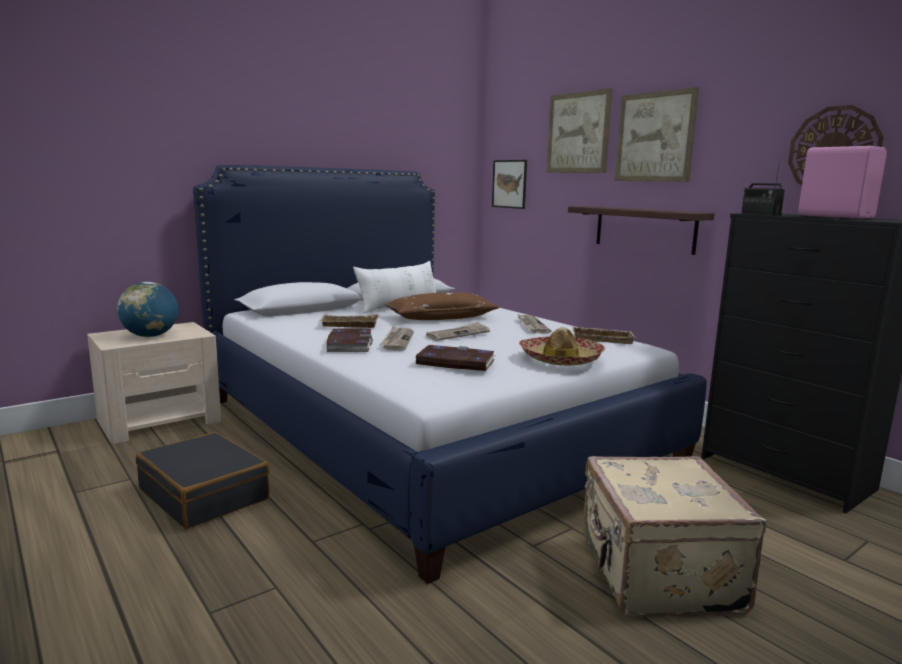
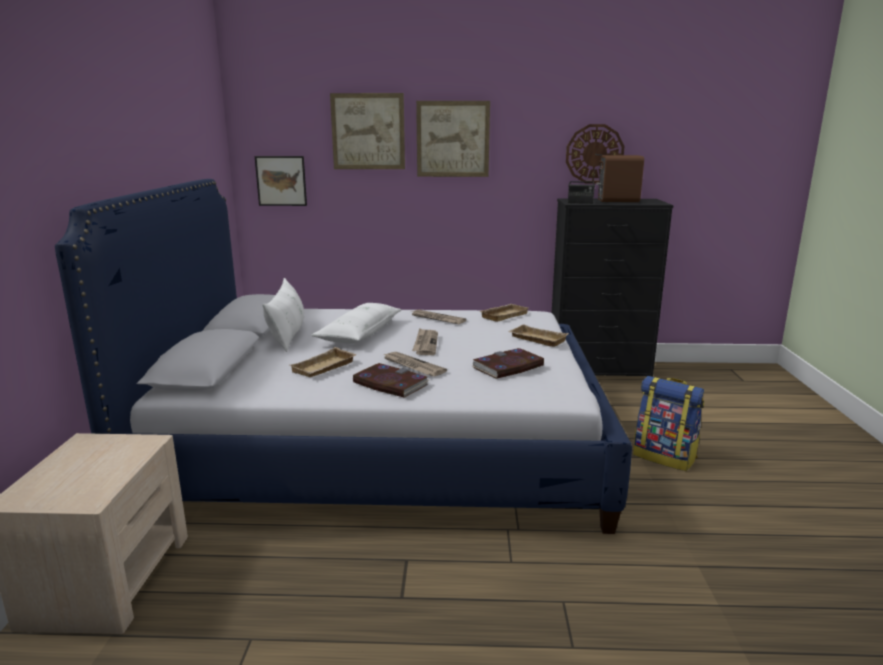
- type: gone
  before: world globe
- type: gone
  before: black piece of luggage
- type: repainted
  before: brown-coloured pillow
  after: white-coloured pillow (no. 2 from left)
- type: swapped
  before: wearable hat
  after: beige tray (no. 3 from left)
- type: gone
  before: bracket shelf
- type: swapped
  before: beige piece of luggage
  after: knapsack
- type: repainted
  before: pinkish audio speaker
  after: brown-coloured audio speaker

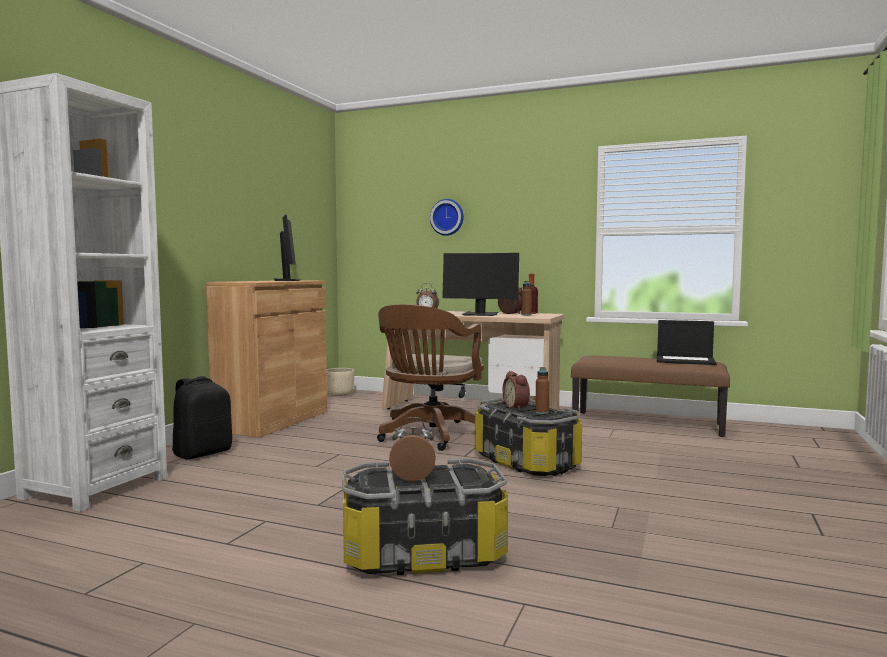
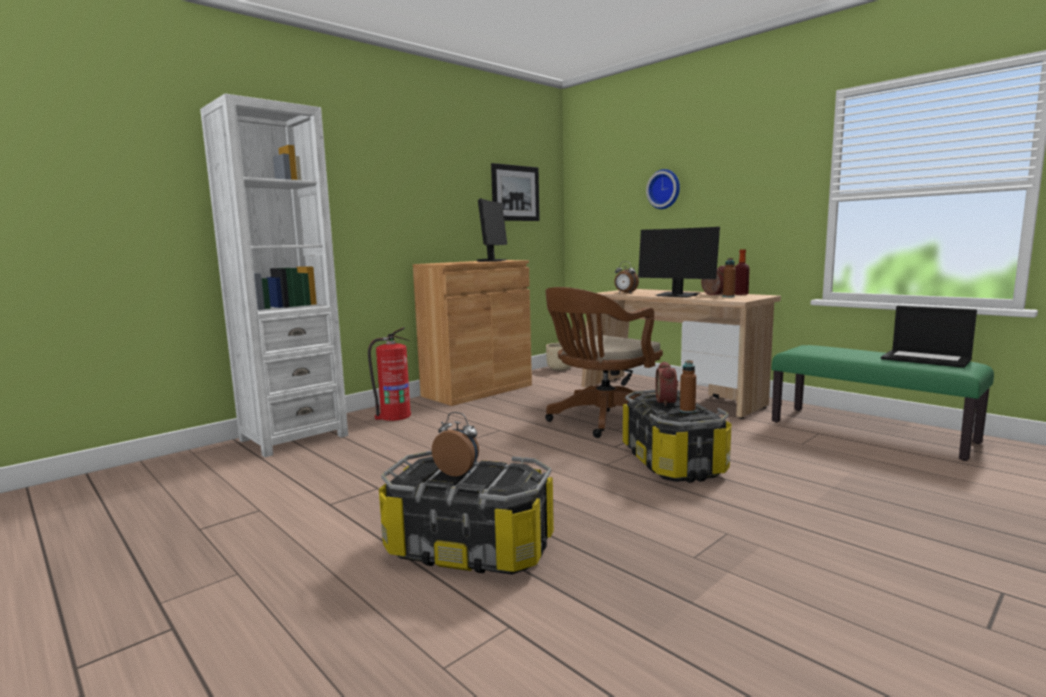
- type: swapped
  before: black knapsack
  after: fire-fighting cylinder
- type: repainted
  before: brown-coloured bench
  after: green-coloured bench
- type: new
  after: wall art

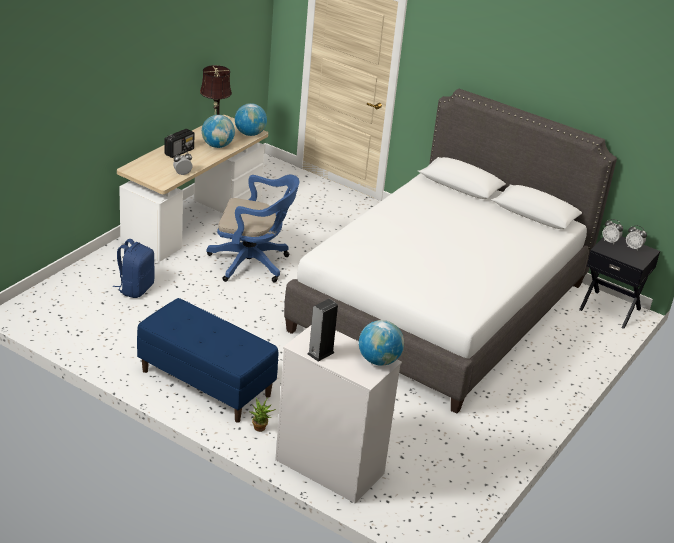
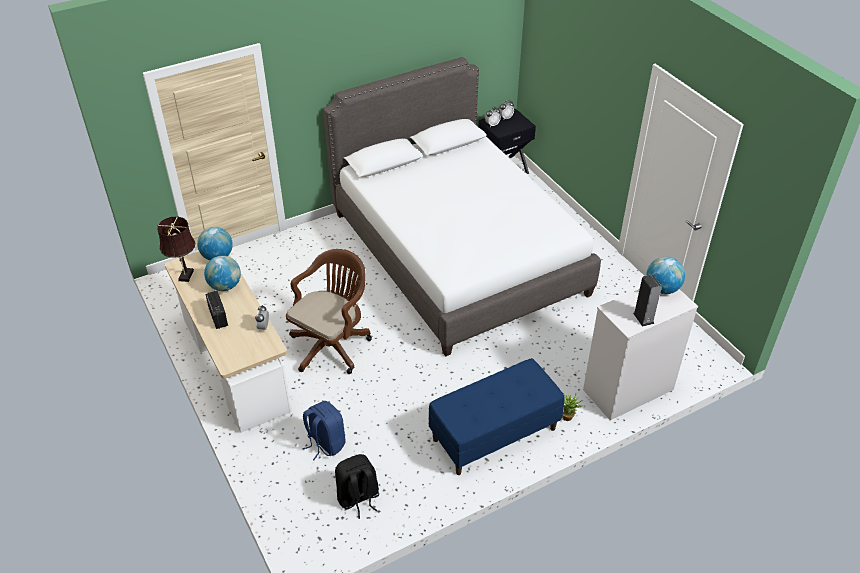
- type: repainted
  before: blue desk chair
  after: brown-coloured desk chair
- type: new
  after: black knapsack

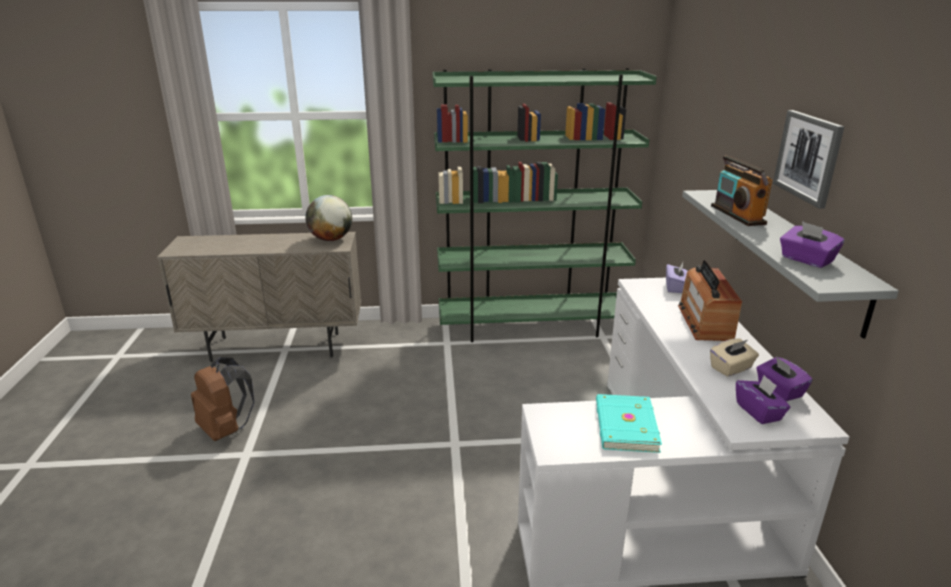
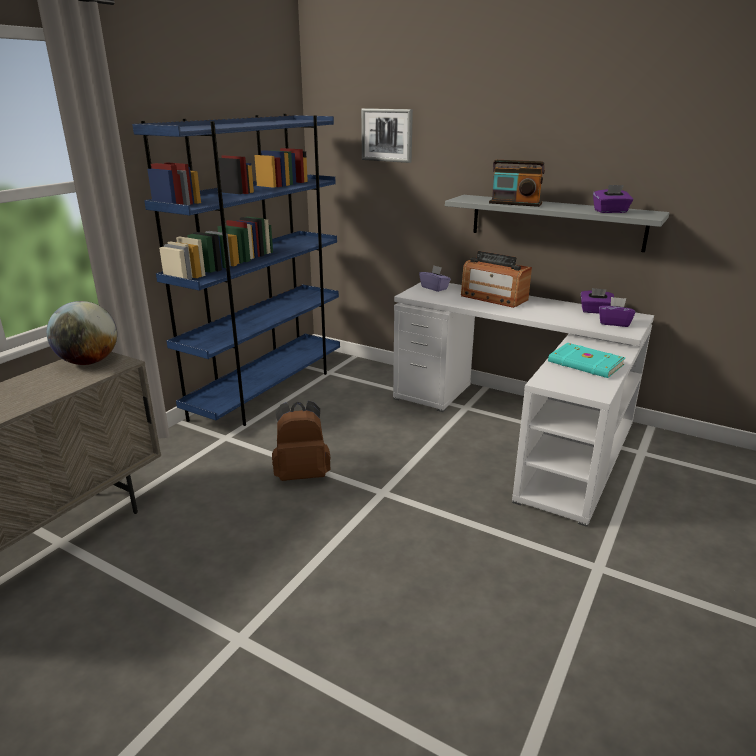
- type: shifted
  before: brown-coloured knapsack
- type: repainted
  before: green-coloured bookcase
  after: blue bookcase
- type: gone
  before: beige box of tissues
- type: shifted
  before: wall art

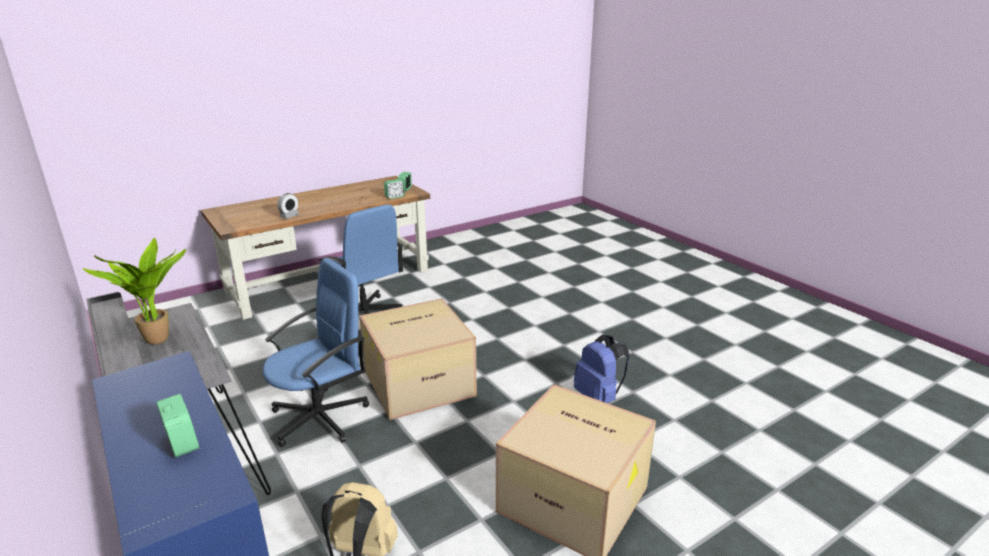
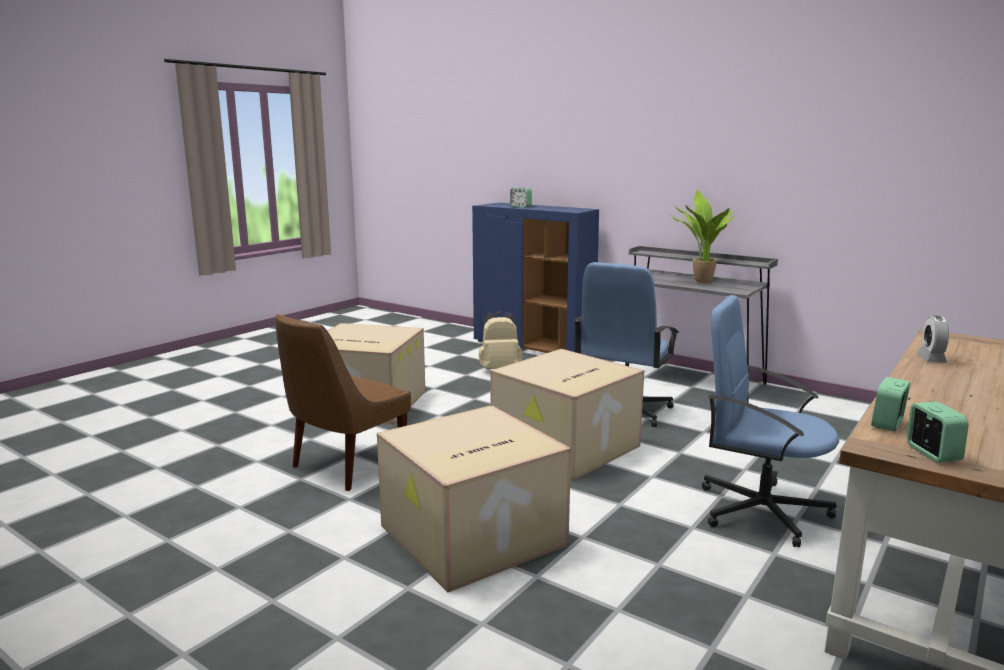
- type: swapped
  before: blue knapsack
  after: brown-coloured plain chair
- type: new
  after: packing box (no. 2 from left)

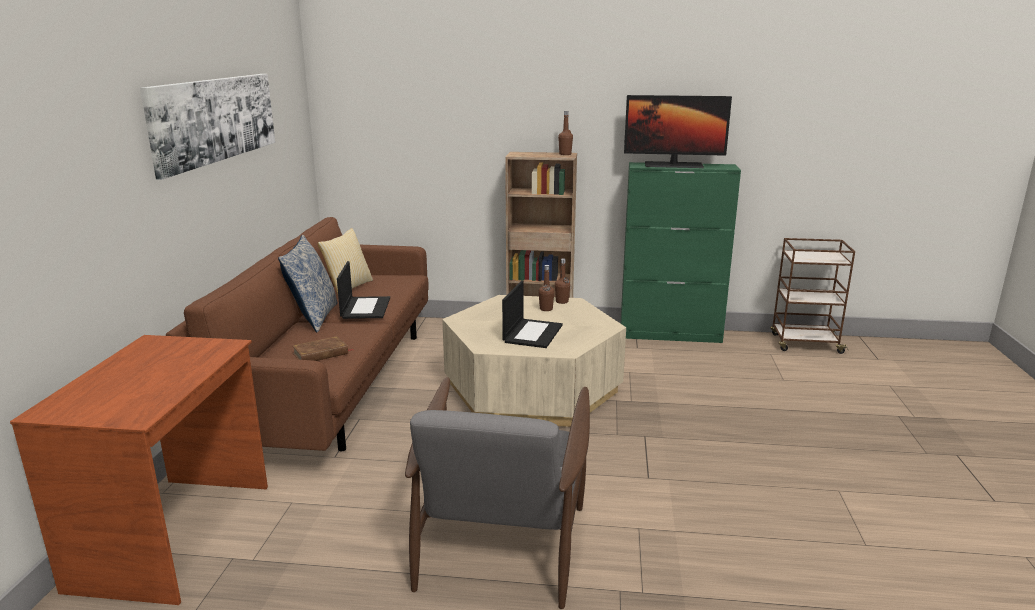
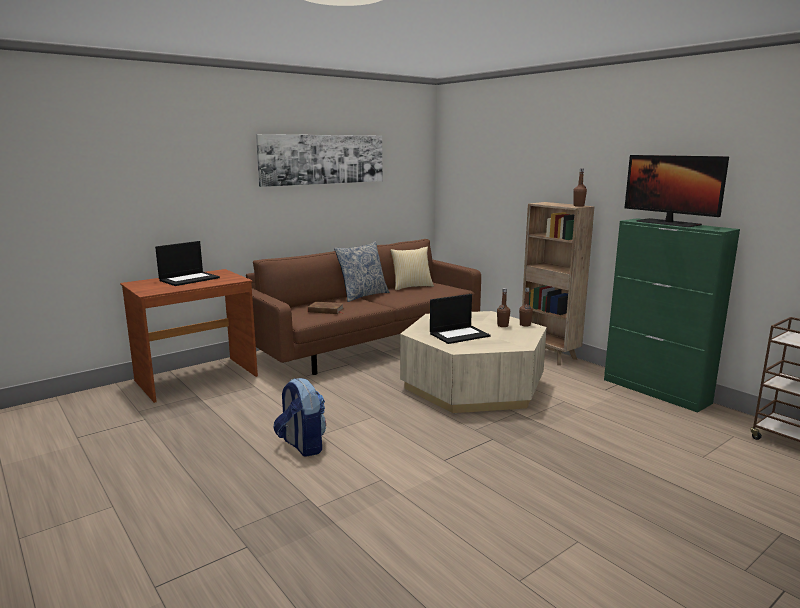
- type: shifted
  before: laptop (no. 1 from left)
- type: swapped
  before: greyish armchair
  after: knapsack

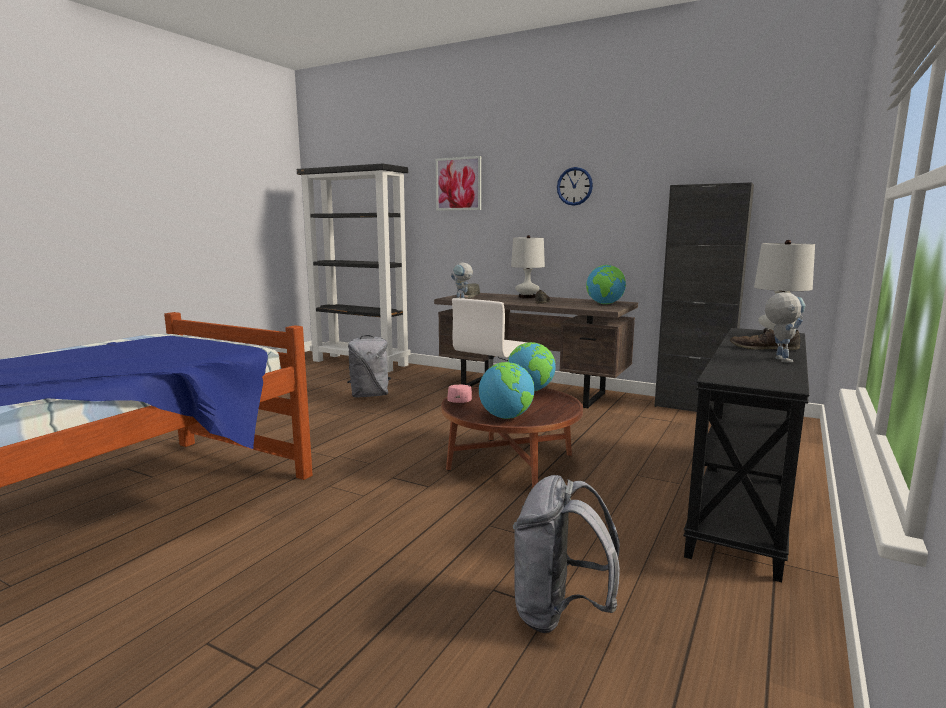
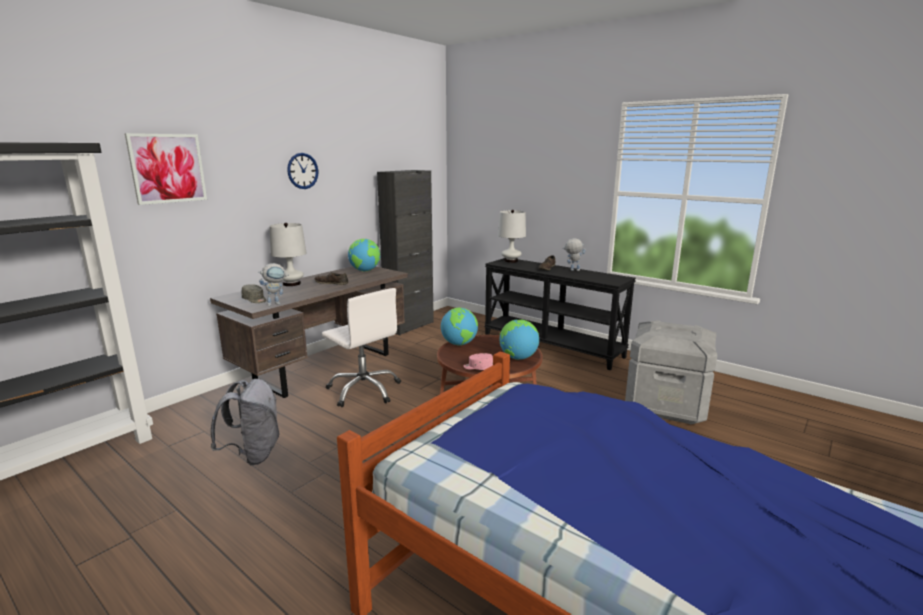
- type: swapped
  before: greyish knapsack (no. 2 from left)
  after: greyish storage container

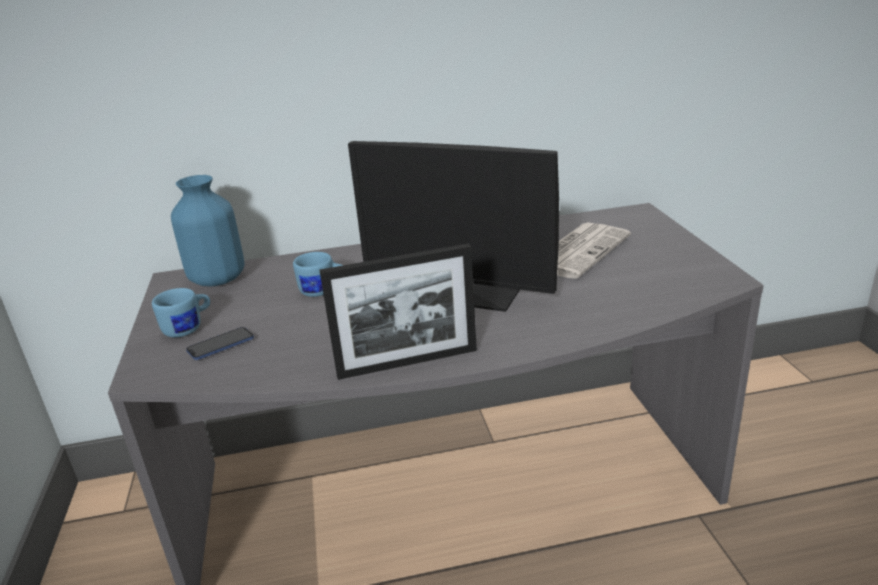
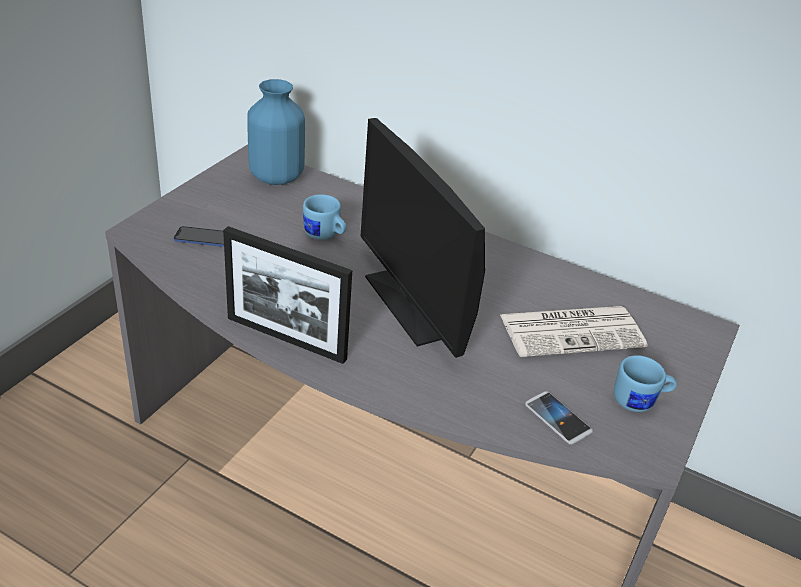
- type: shifted
  before: blue tea mug (no. 1 from left in the first image)
  after: blue tea mug (no. 2 from left)
- type: new
  after: telephone (no. 2 from left)

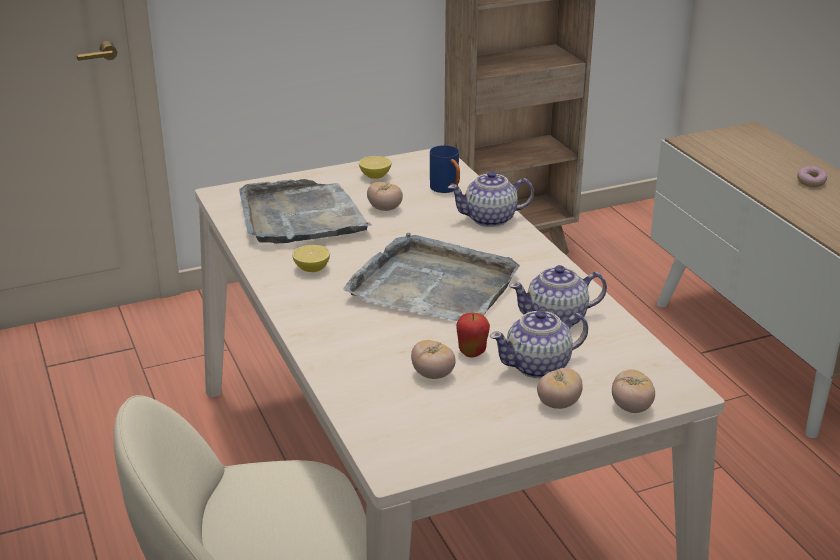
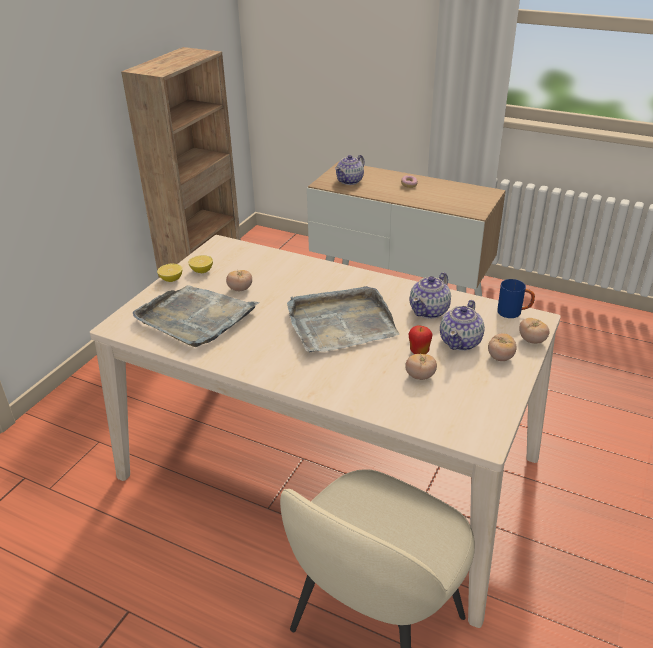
- type: shifted
  before: citrus fruit (no. 1 from left)
- type: shifted
  before: blue tea mug
- type: shifted
  before: teapot (no. 1 from left)

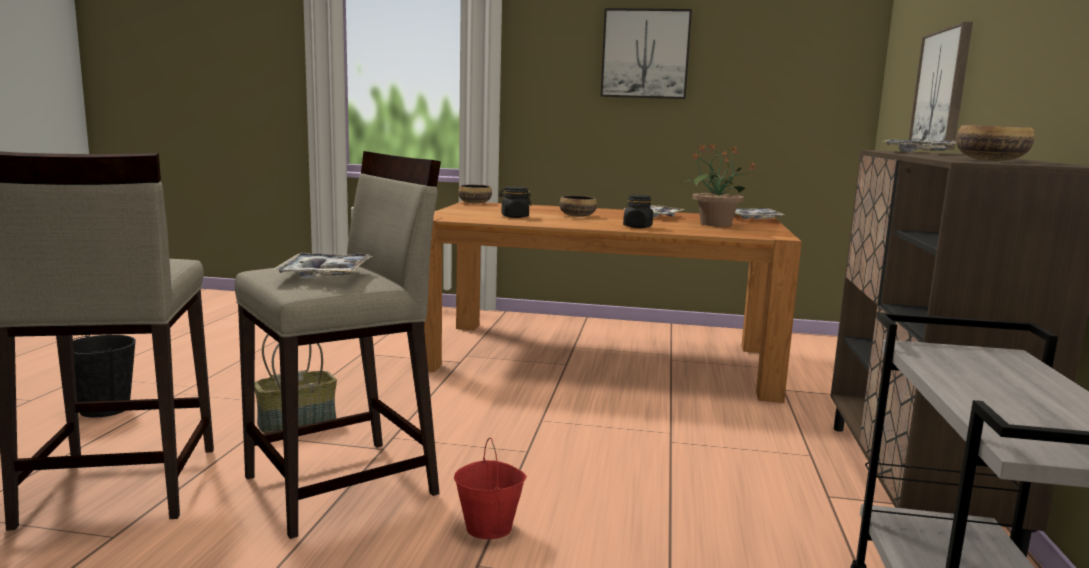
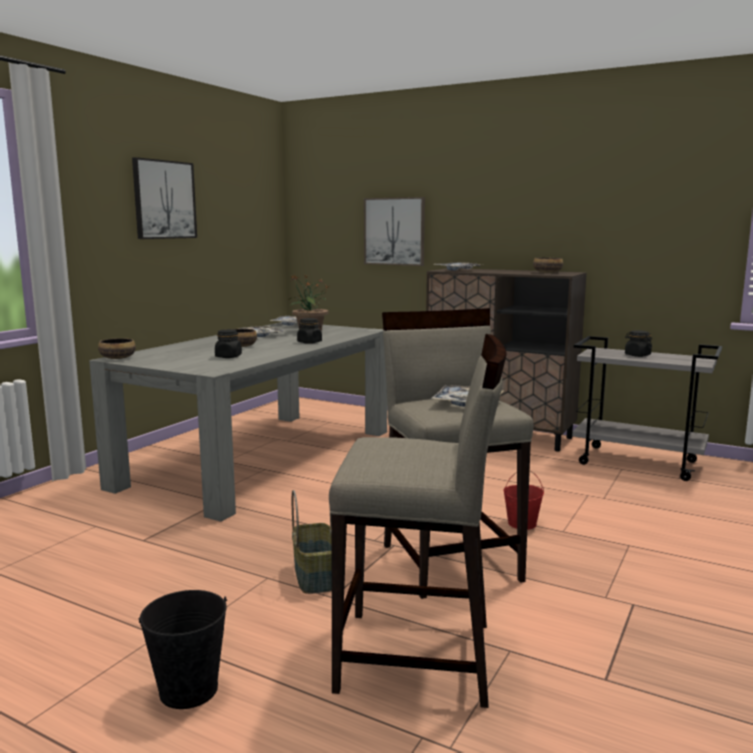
- type: repainted
  before: brown-coloured dining table
  after: greyish dining table
- type: new
  after: black preserve jar (no. 3 from left)

